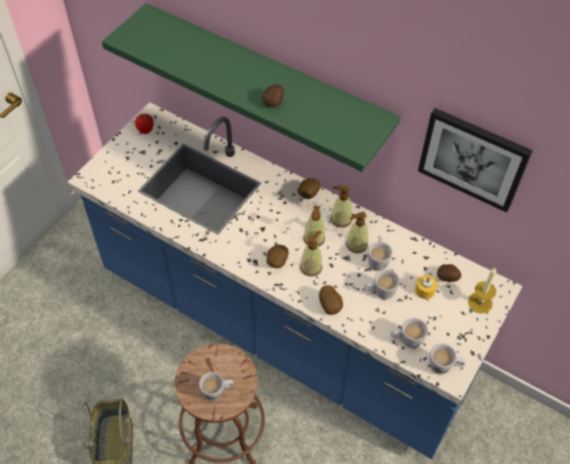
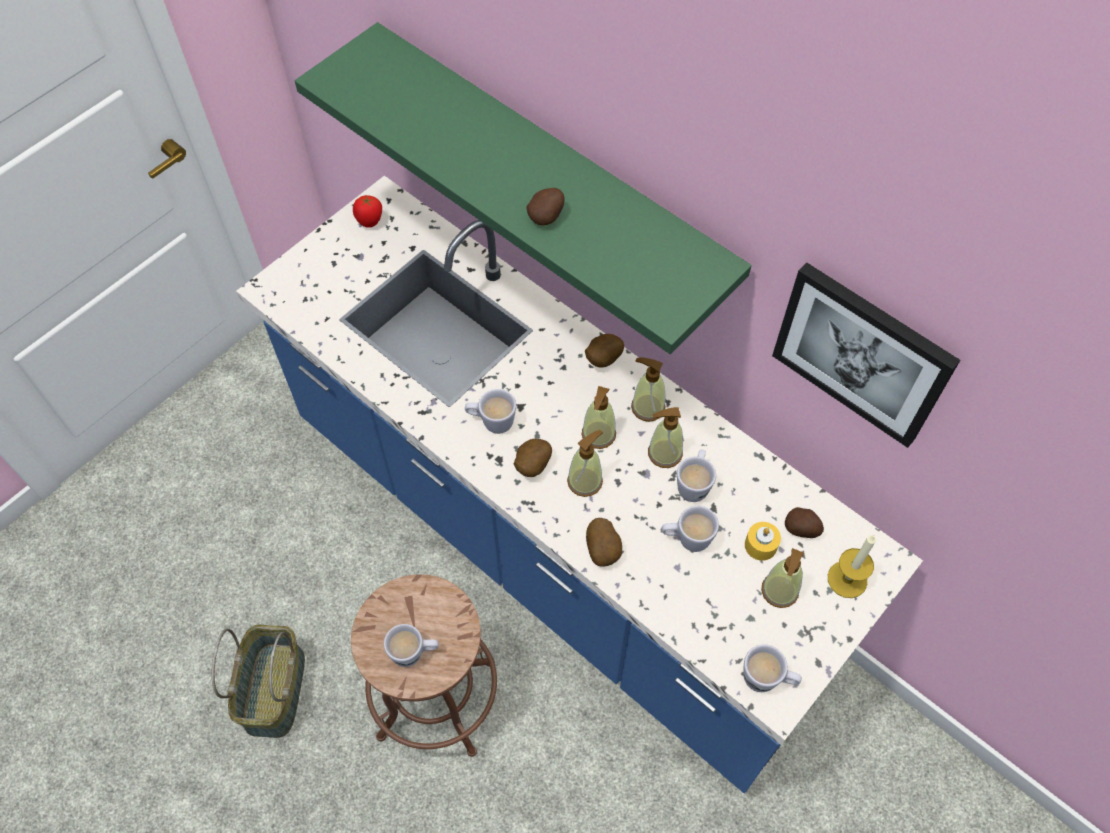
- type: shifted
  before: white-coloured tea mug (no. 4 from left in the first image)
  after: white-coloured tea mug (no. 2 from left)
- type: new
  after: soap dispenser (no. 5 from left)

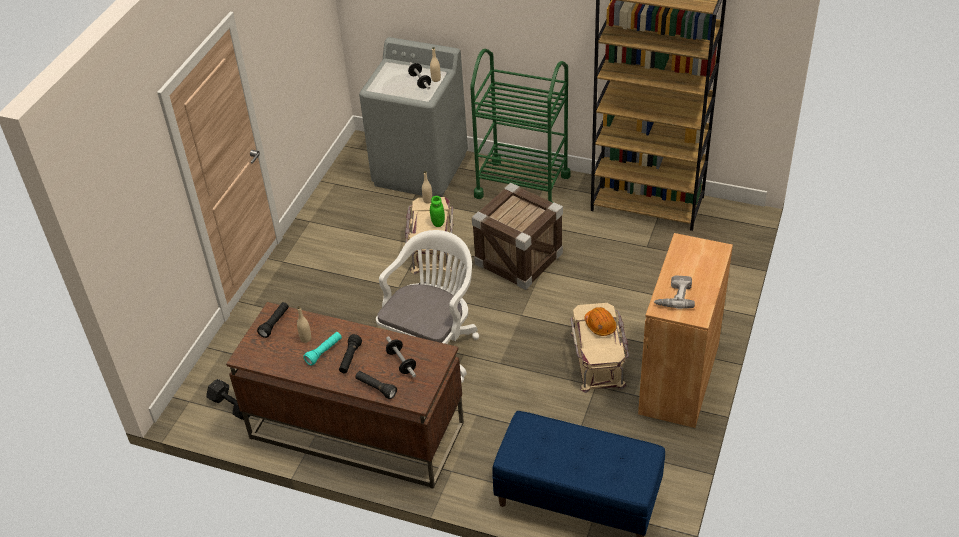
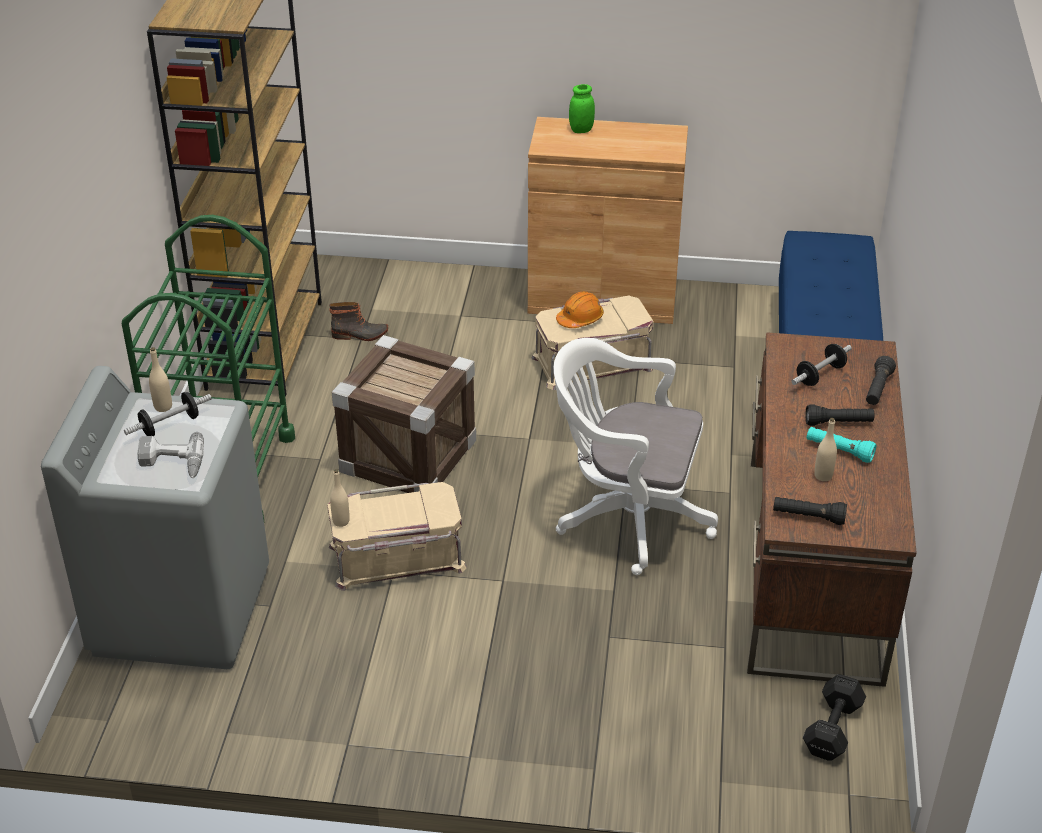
- type: shifted
  before: green-coloured preserve jar
- type: shifted
  before: drill
- type: new
  after: high-top boot

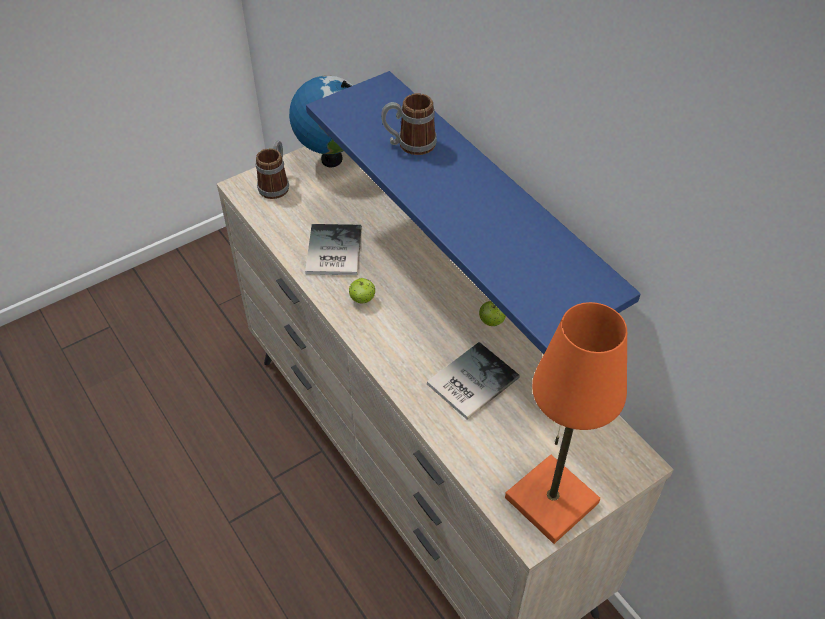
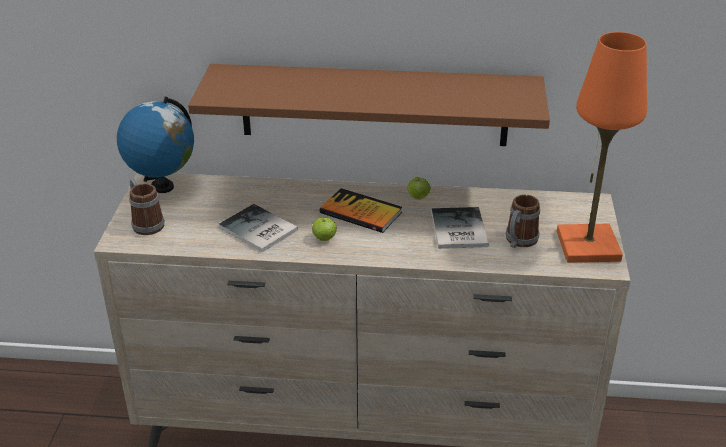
- type: repainted
  before: blue bracket shelf
  after: brown-coloured bracket shelf
- type: shifted
  before: tea mug (no. 2 from left)
- type: new
  after: volume (no. 2 from left)

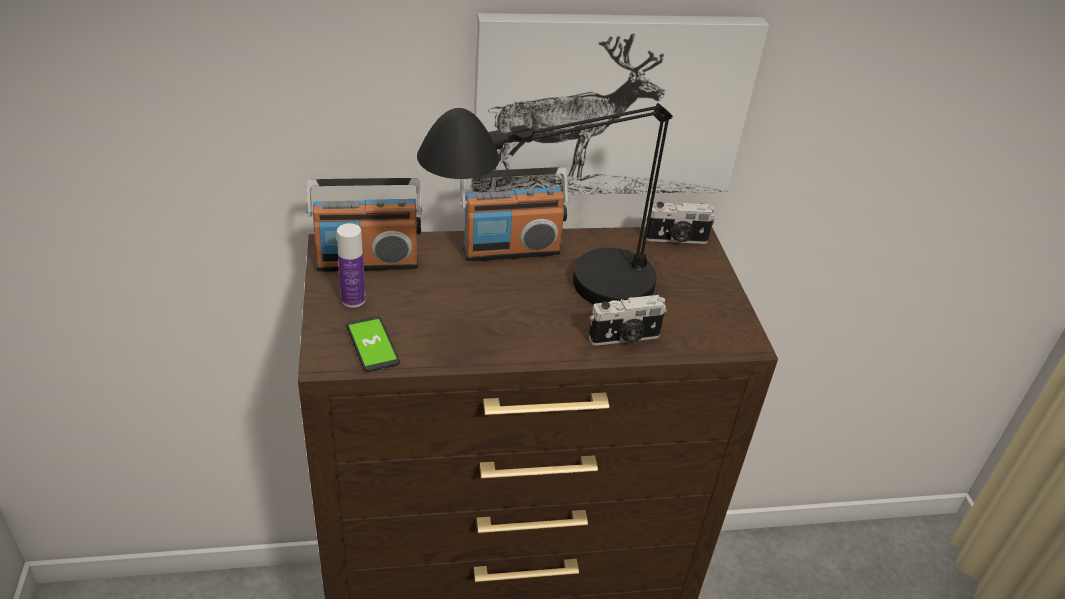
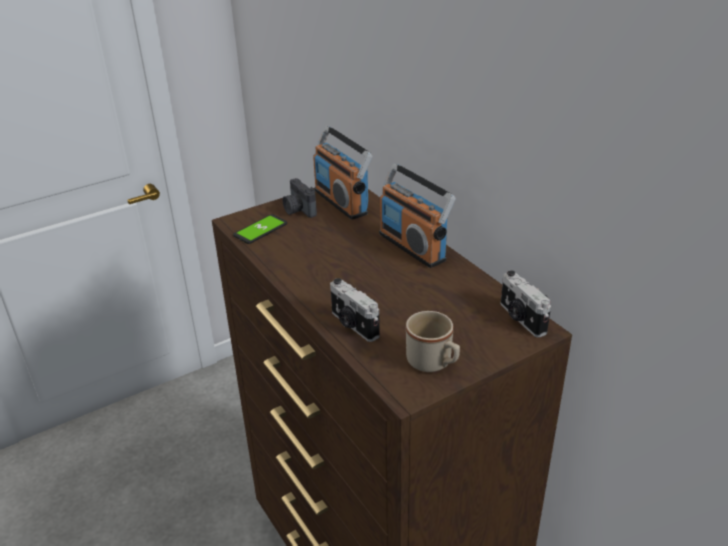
- type: swapped
  before: drink bottle
  after: photo camera (no. 1 from left)
- type: gone
  before: black table lamp
- type: gone
  before: wall art
- type: new
  after: beige tea mug

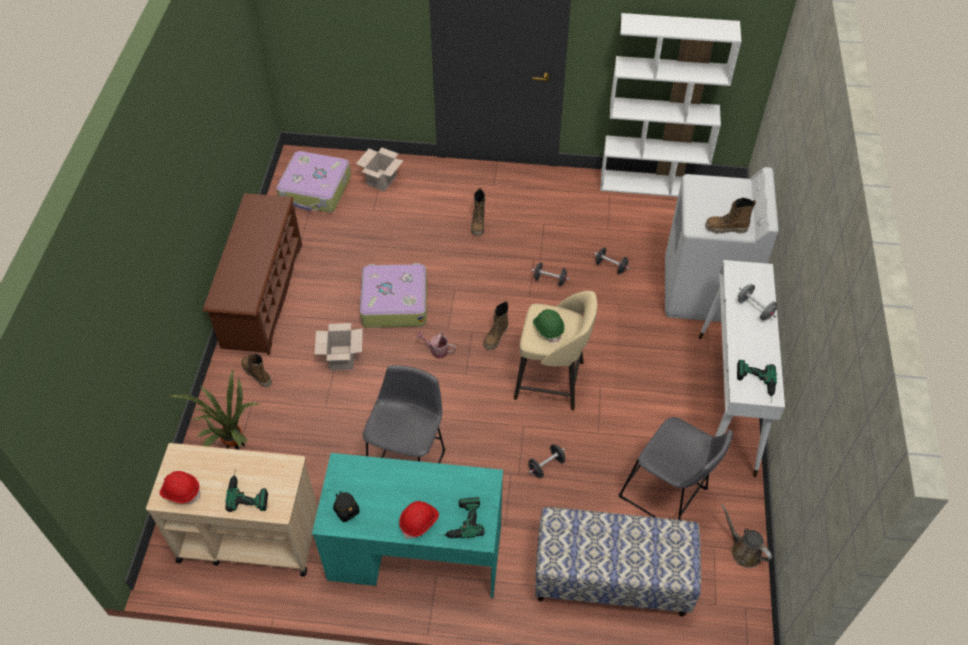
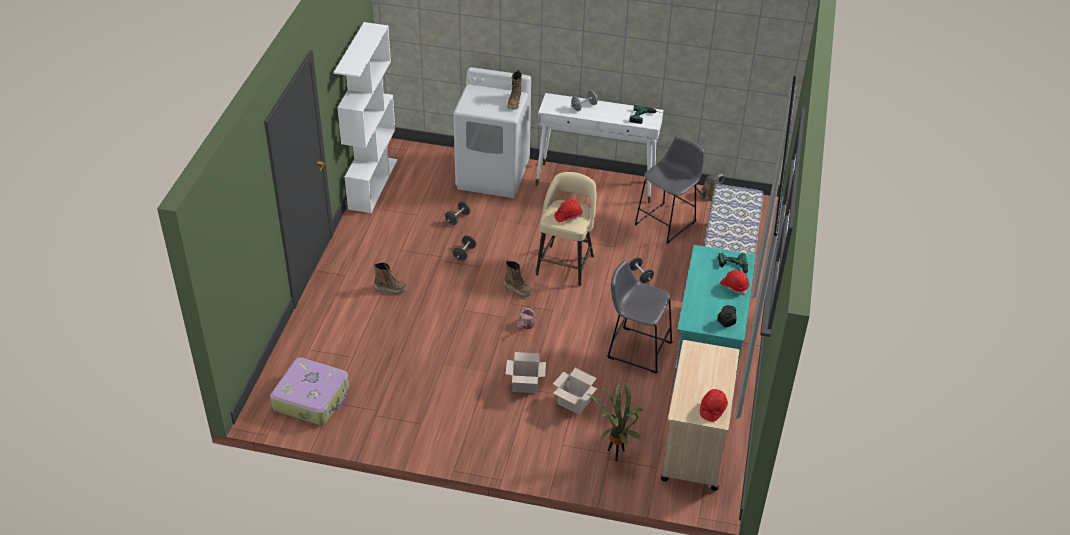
- type: gone
  before: brown-coloured shoe shelf
- type: gone
  before: drill (no. 1 from left)
- type: gone
  before: high-top boot (no. 1 from left)
- type: shifted
  before: packing box (no. 2 from left)
- type: gone
  before: piece of luggage (no. 2 from left)
- type: repainted
  before: green-coloured hard hat
  after: red hard hat (no. 1 from left)

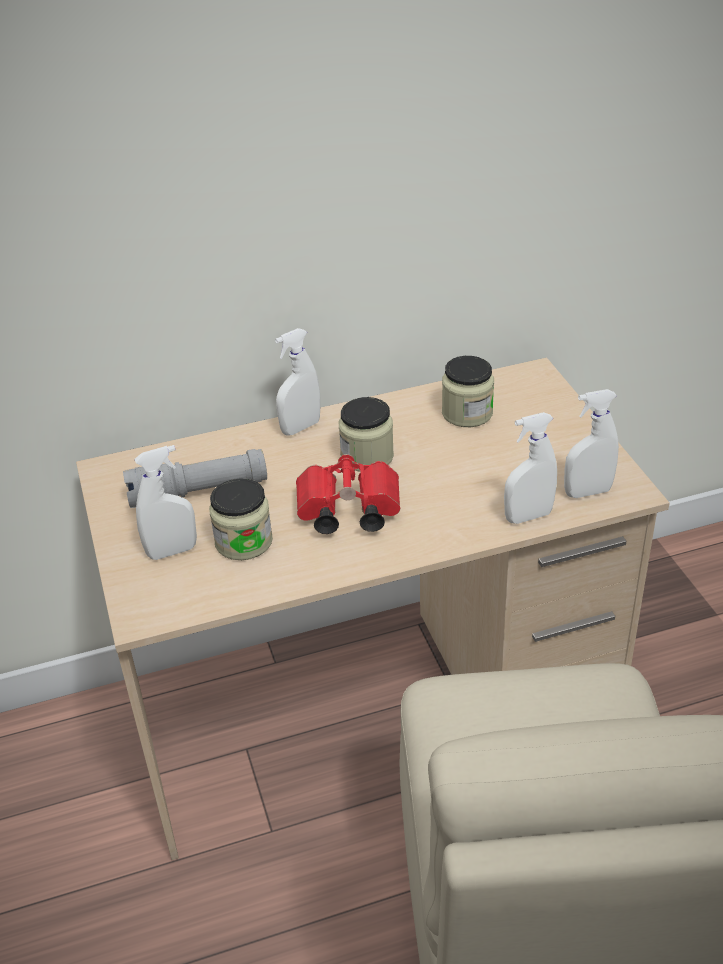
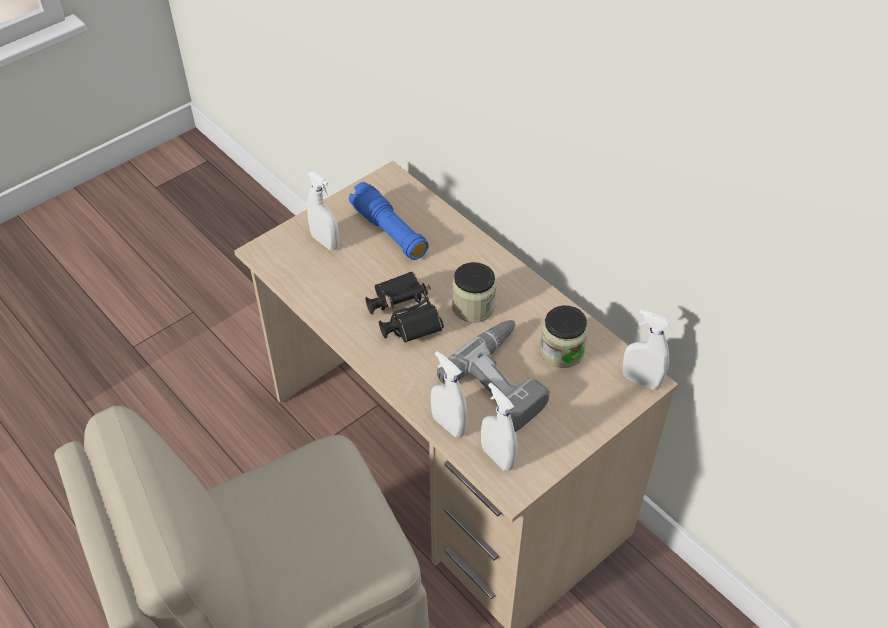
- type: repainted
  before: greyish flashlight
  after: blue flashlight
- type: gone
  before: preserve jar (no. 1 from left)
- type: shifted
  before: white-coloured hand sprayer (no. 2 from left in the first image)
  after: white-coloured hand sprayer (no. 4 from left)
- type: repainted
  before: red pair of binoculars
  after: black pair of binoculars
- type: new
  after: drill

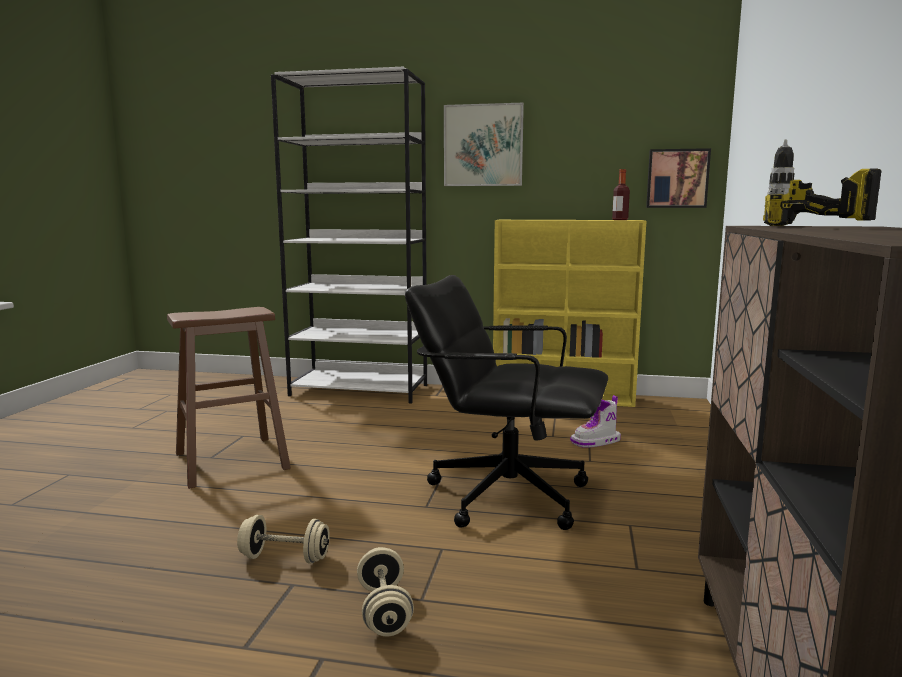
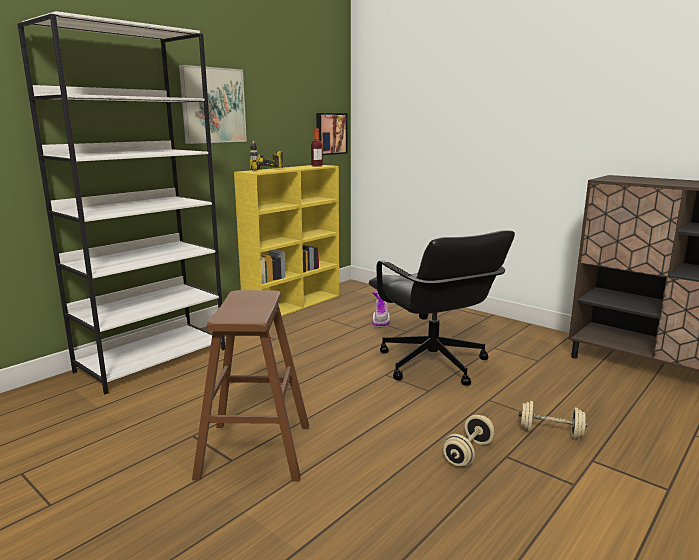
- type: rotated
  before: black desk chair
  turn: -75
- type: shifted
  before: drill

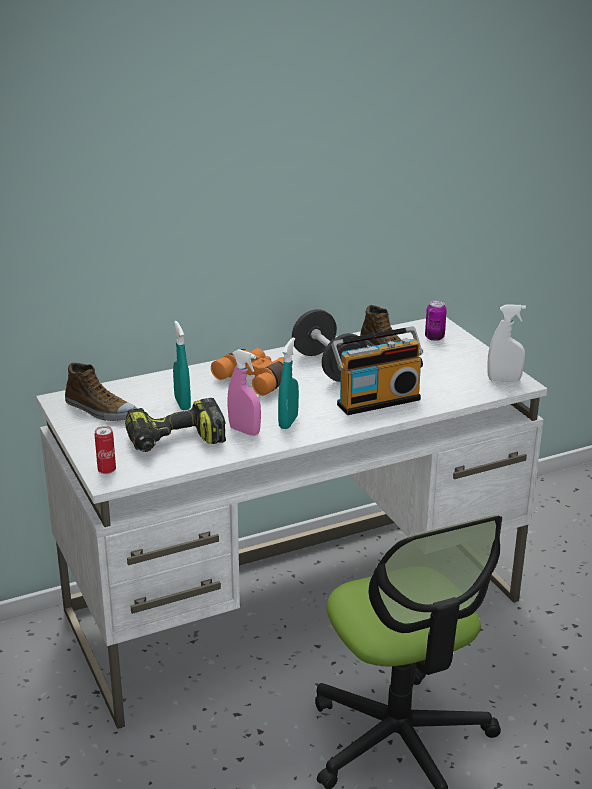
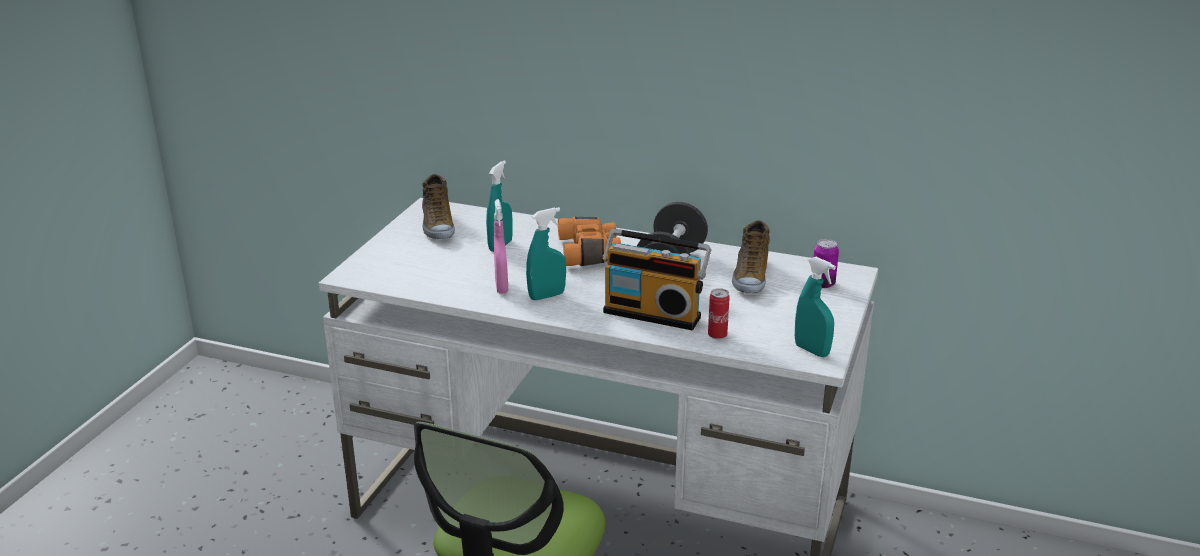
- type: shifted
  before: sealed can (no. 1 from left)
- type: gone
  before: drill
- type: repainted
  before: white-coloured hand sprayer
  after: turquoise hand sprayer (no. 3 from left)

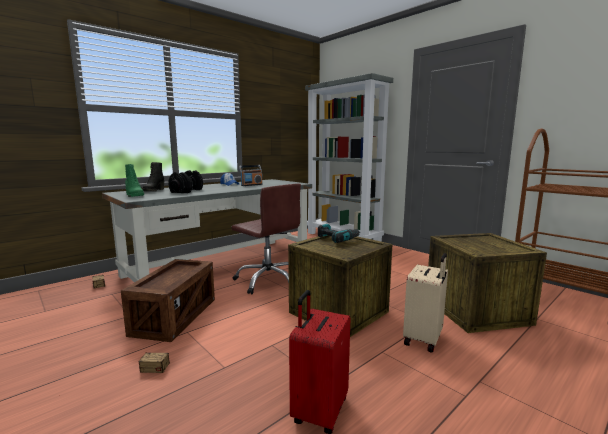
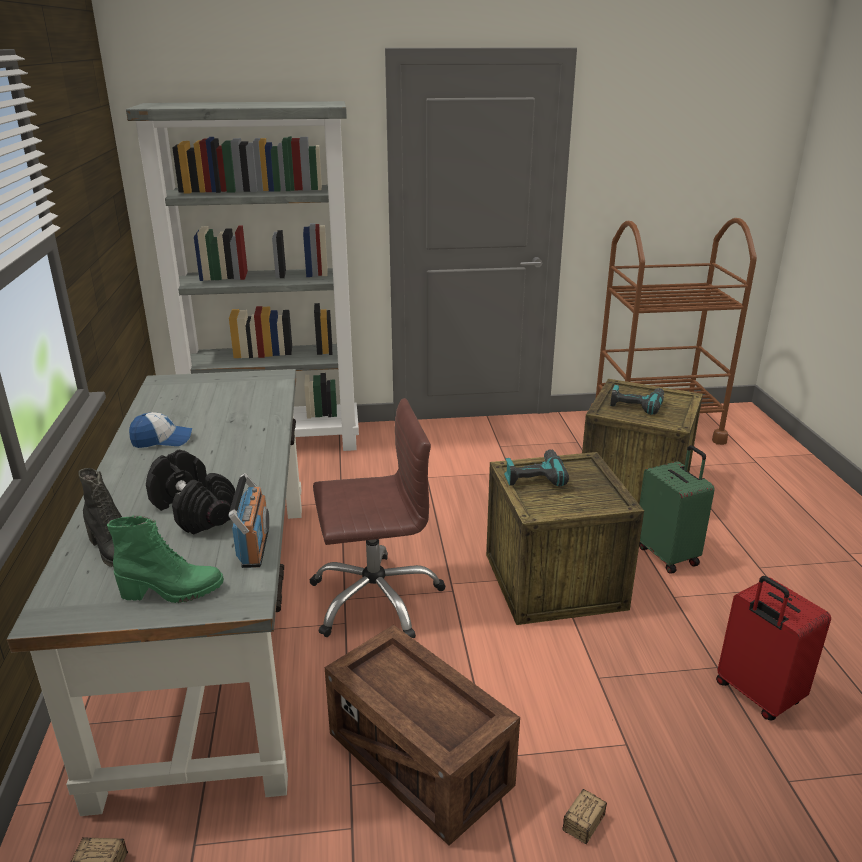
- type: shifted
  before: radio set
- type: repainted
  before: beige piece of luggage
  after: green-coloured piece of luggage
- type: new
  after: drill (no. 2 from left)

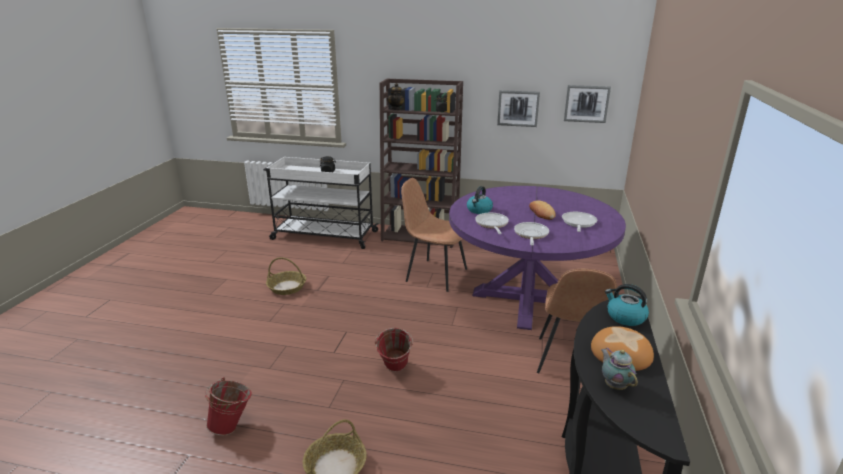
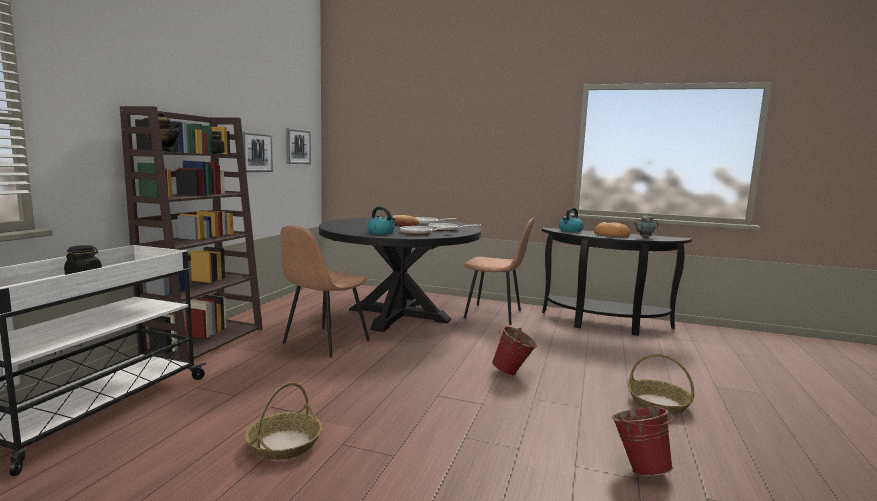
- type: repainted
  before: purplish dining table
  after: black dining table

